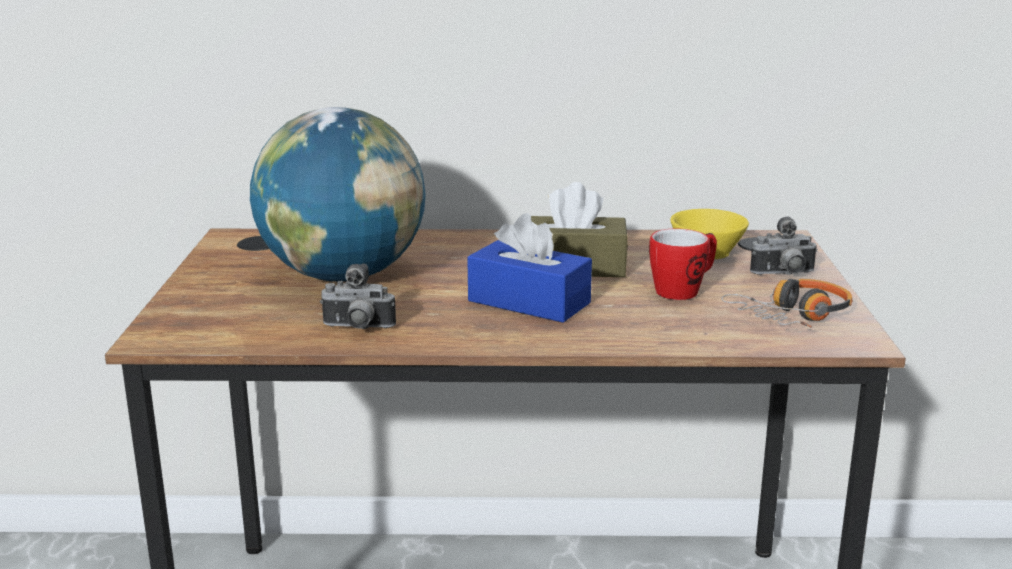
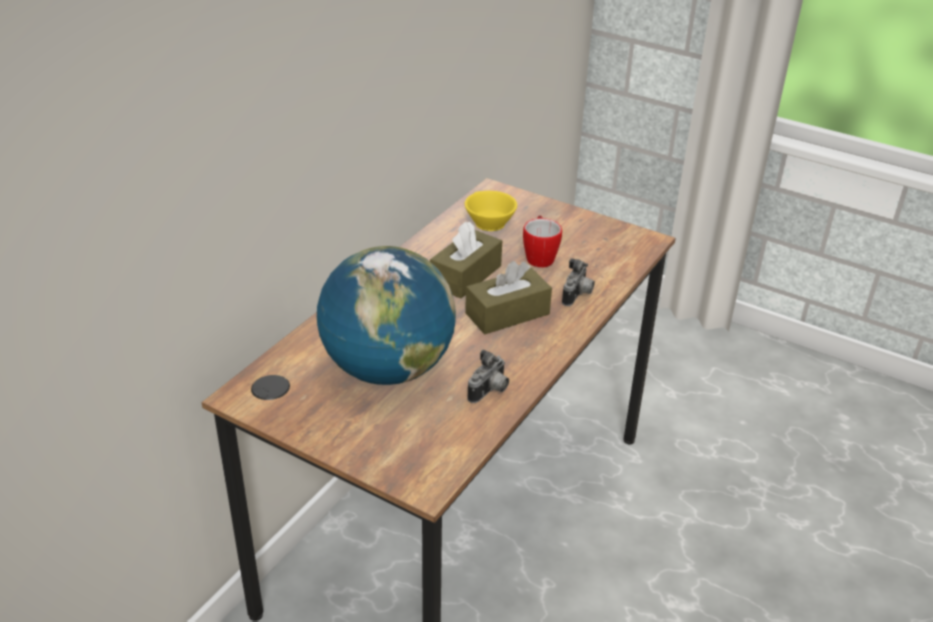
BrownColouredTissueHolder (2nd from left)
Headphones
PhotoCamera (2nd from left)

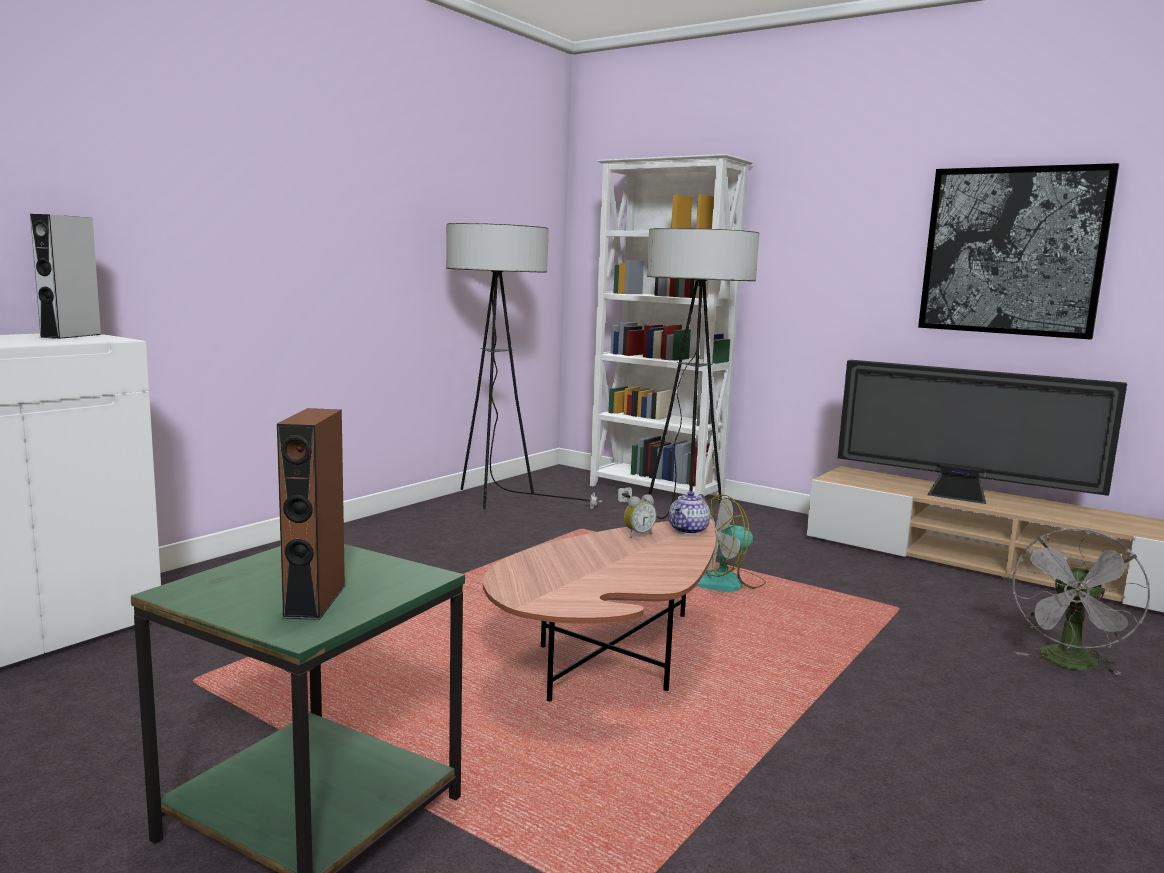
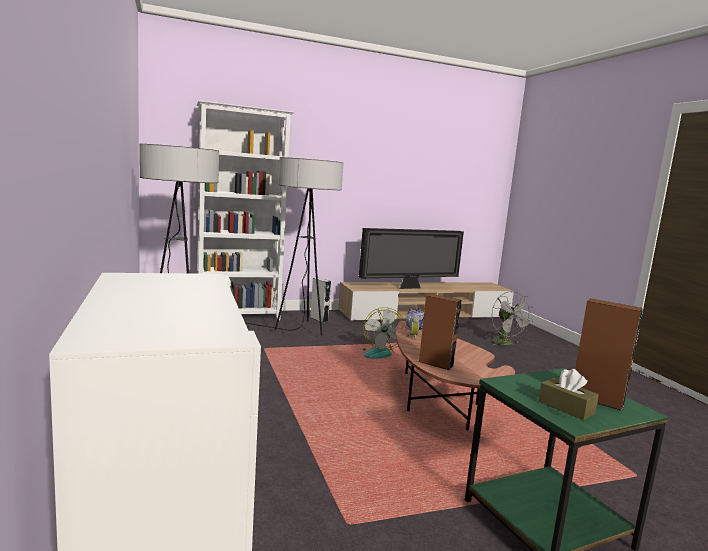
GrayLoudspeaker
WallArt
BrownColouredLoudspeaker (1st from left)
BrownColouredTissueHolder

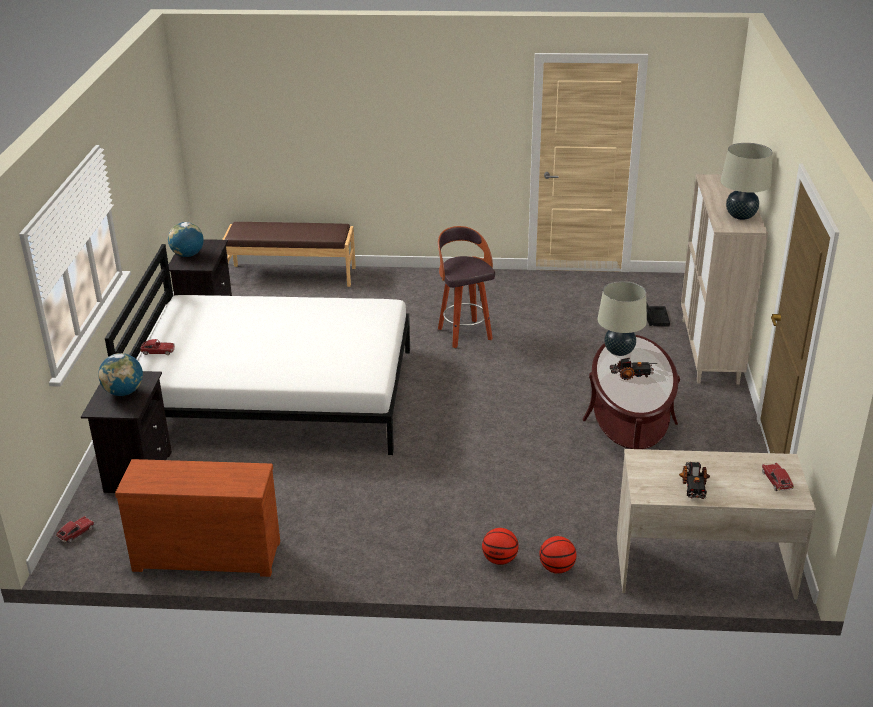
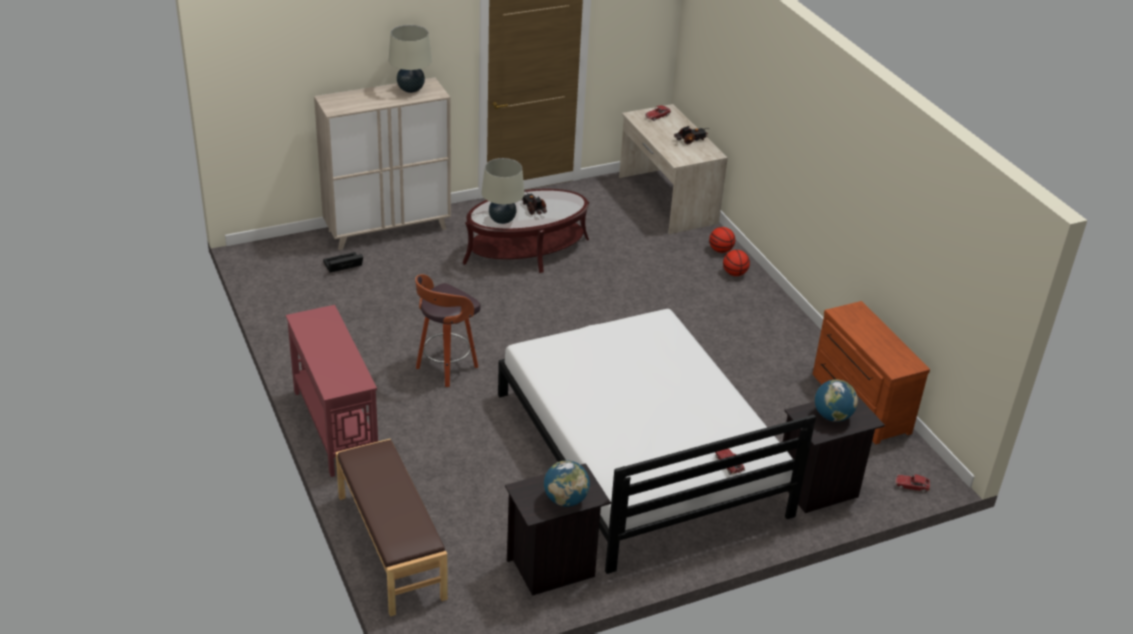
RedColouredHallTable

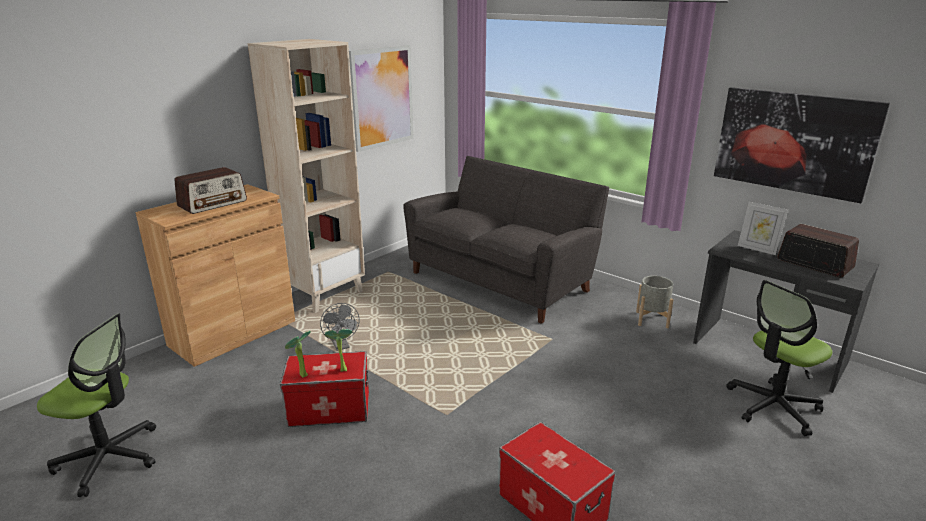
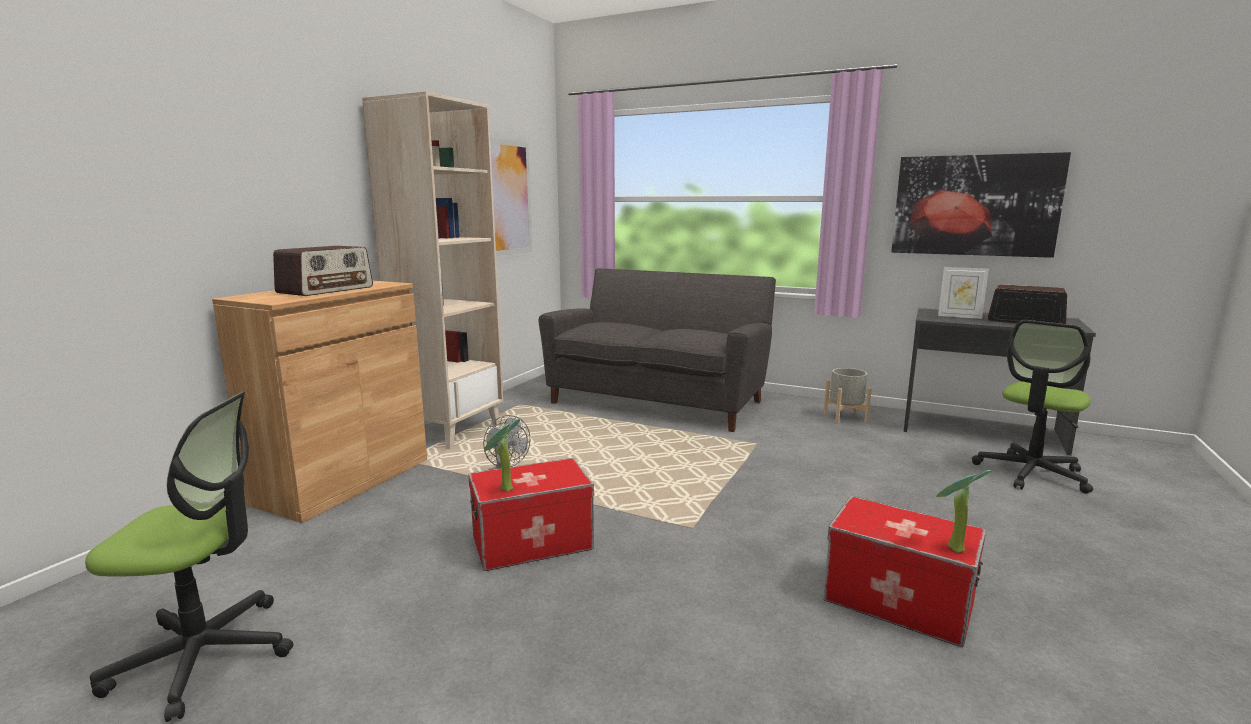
Houseplant (2nd from left)

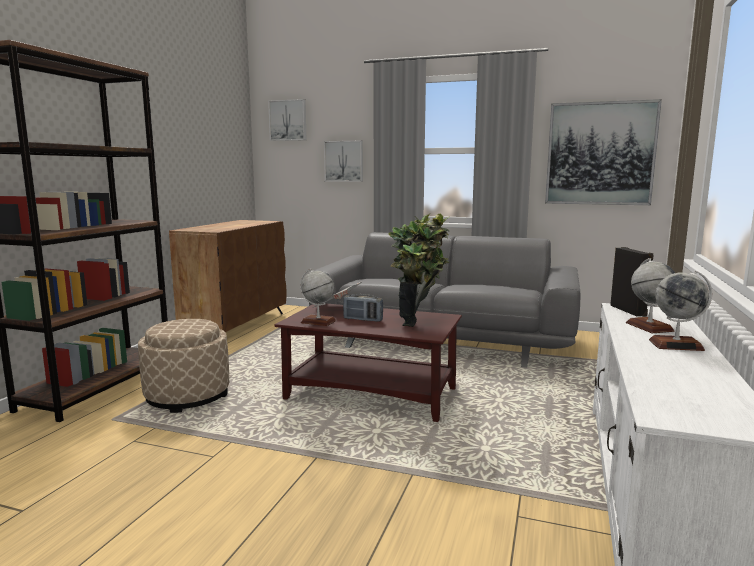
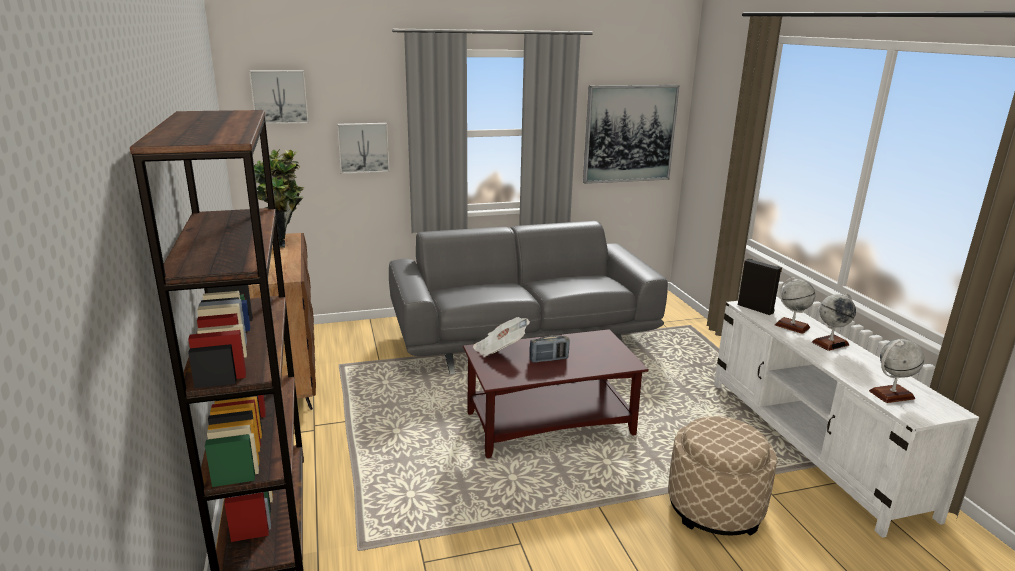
BeigeColouredPouffe
DeskGlobe (3rd from left)
Houseplant

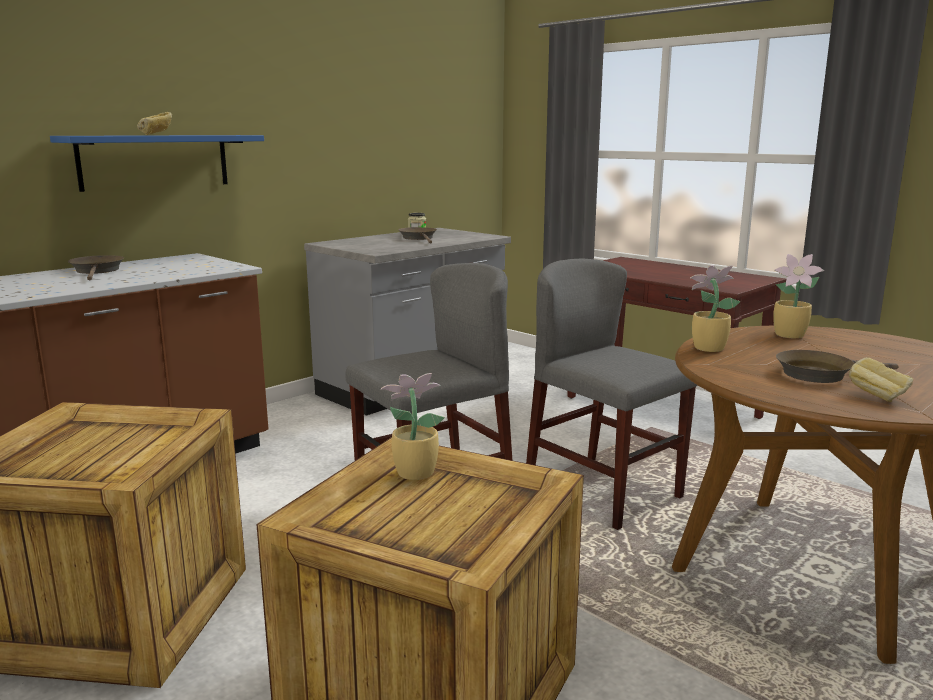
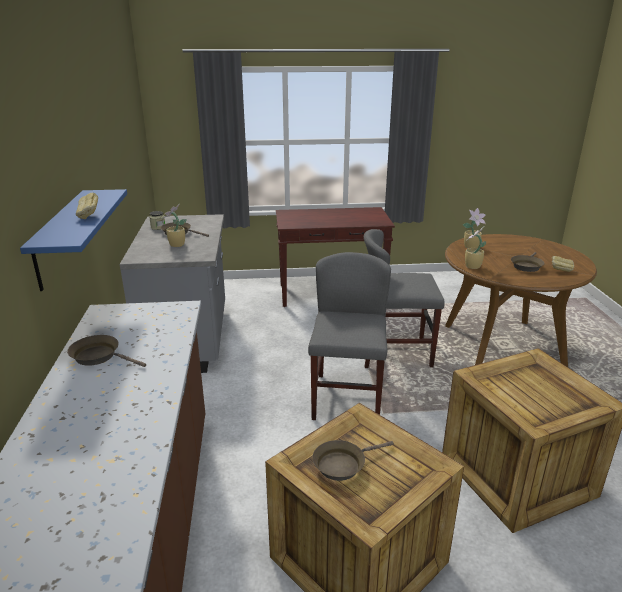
Houseplant (1st from left)
BrownColouredFryingPan (3rd from left)

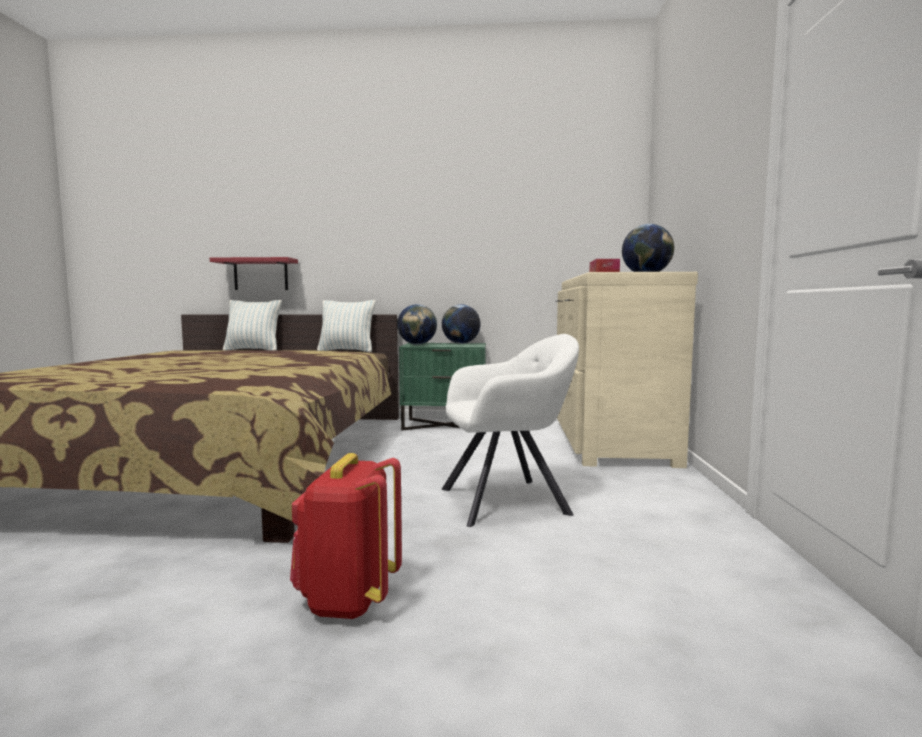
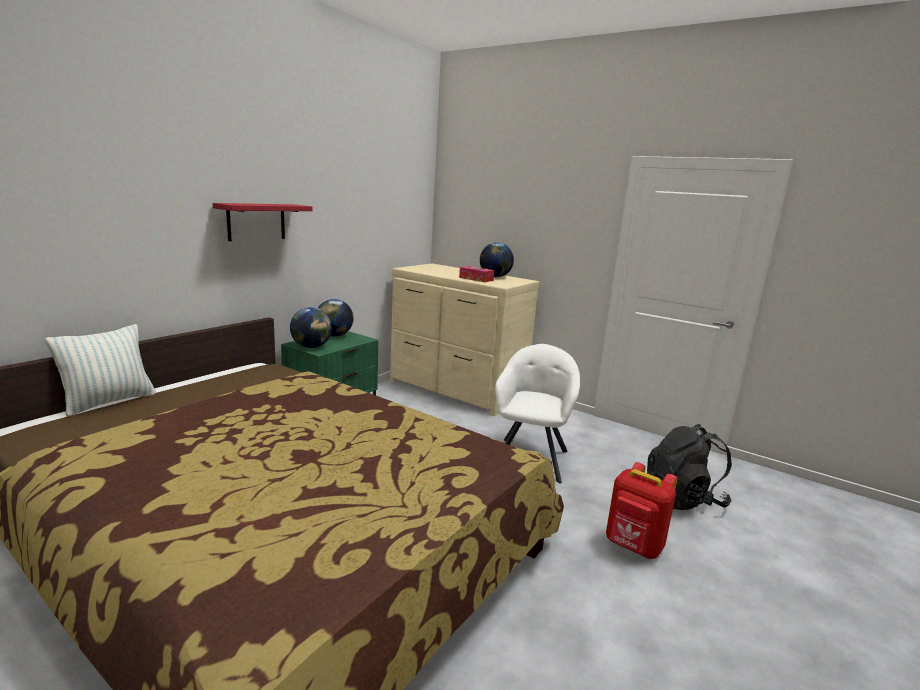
RedColouredShelf
ThrowPillow (2nd from left in the first image)
BlackishRucksack

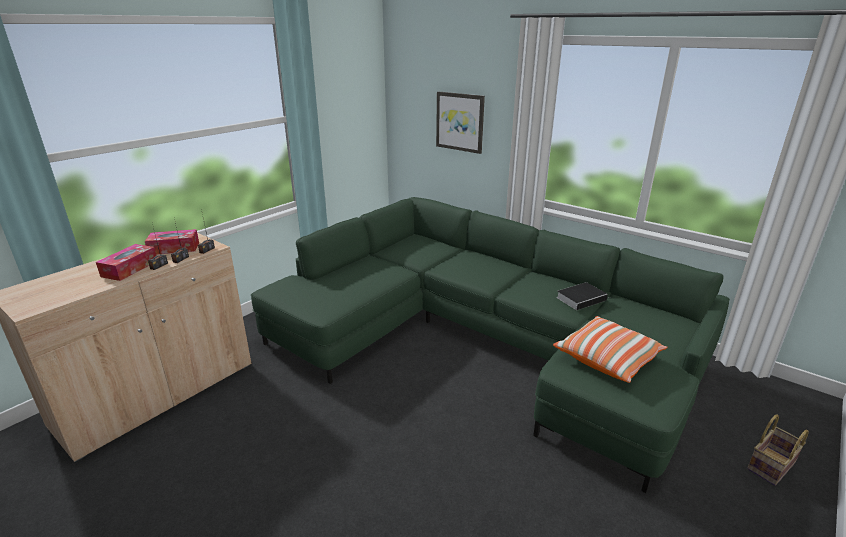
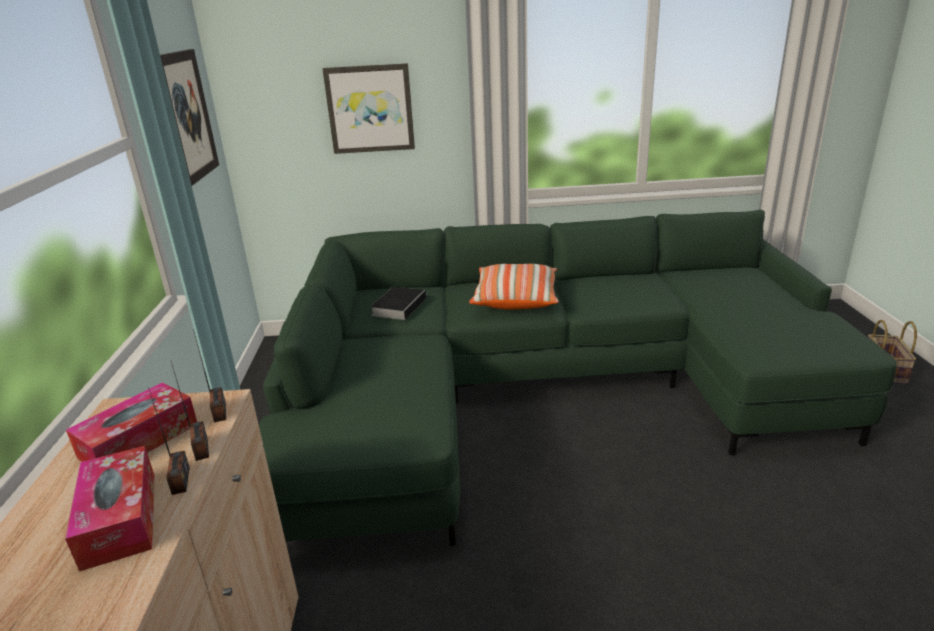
ThrowPillow
Volume
WallArt (1st from left)

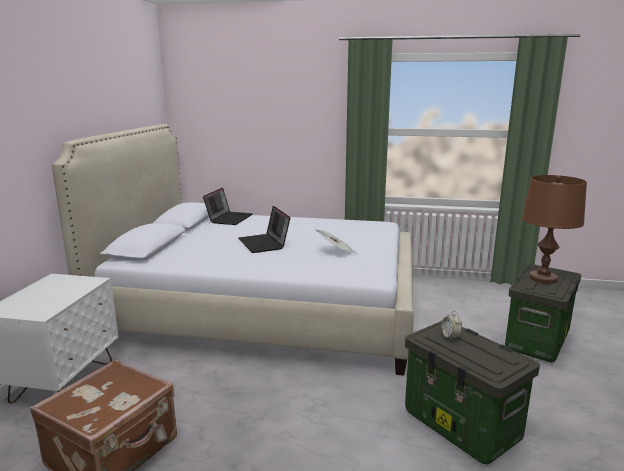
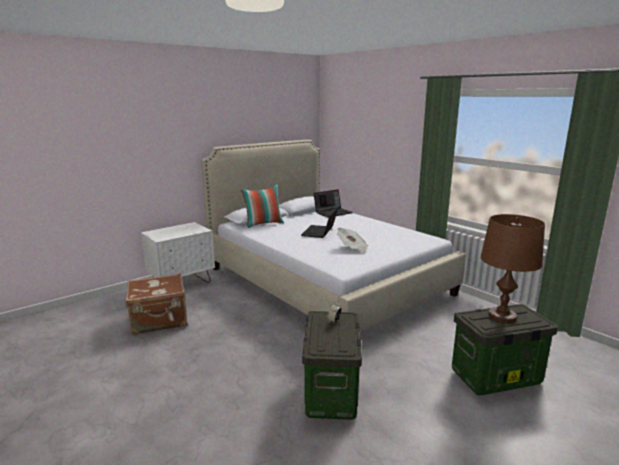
ThrowPillow

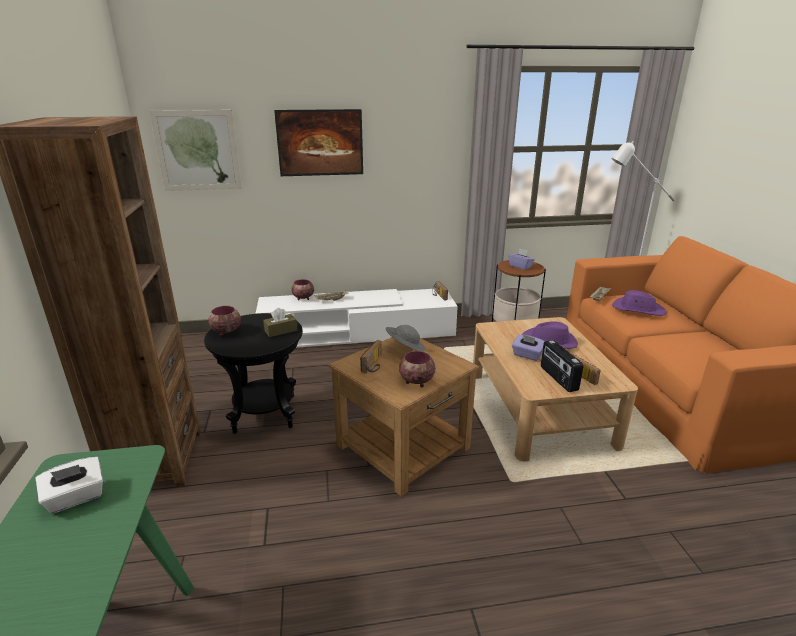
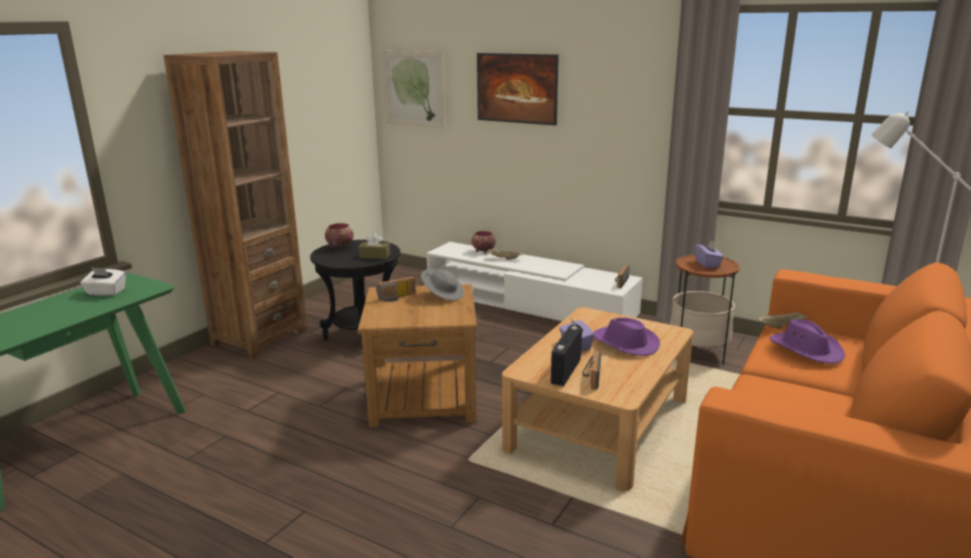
Bowl (3rd from left in the first image)

